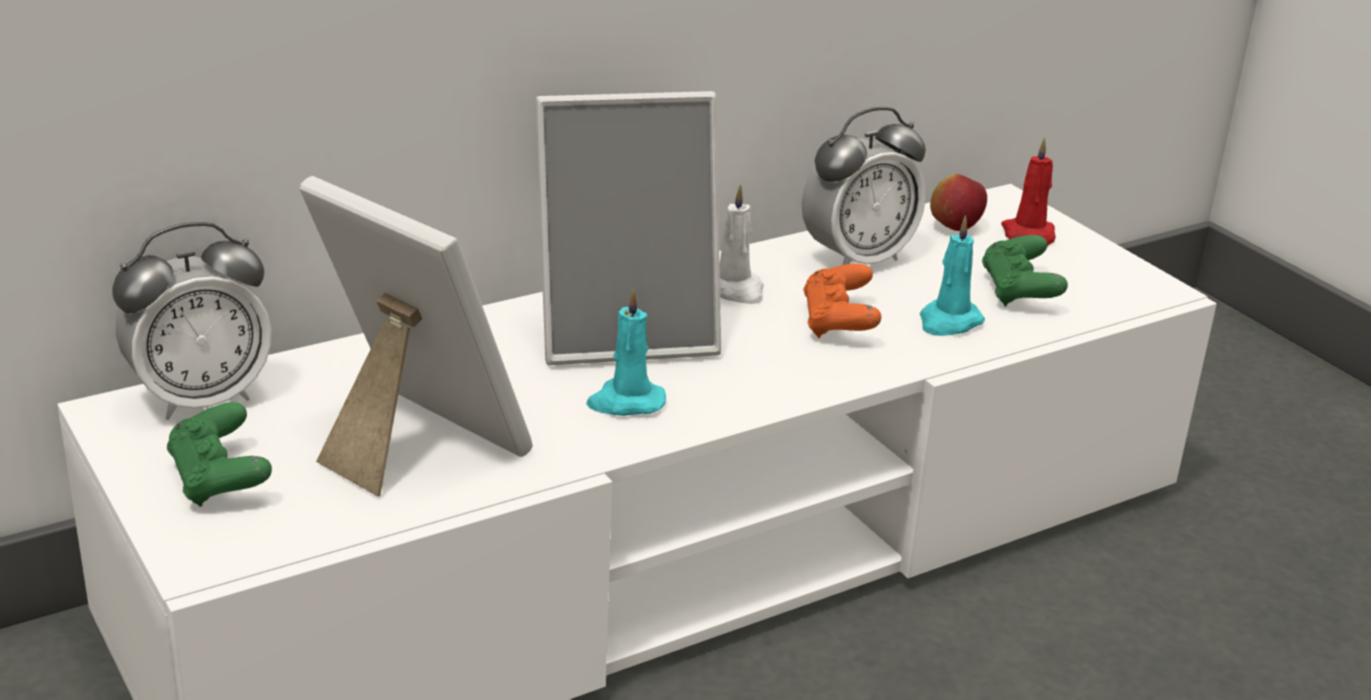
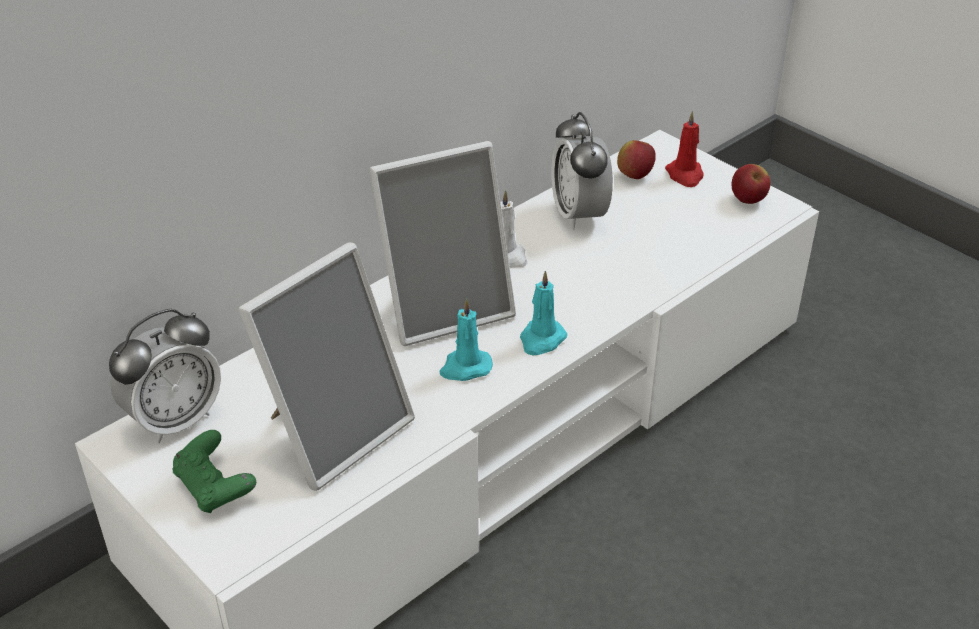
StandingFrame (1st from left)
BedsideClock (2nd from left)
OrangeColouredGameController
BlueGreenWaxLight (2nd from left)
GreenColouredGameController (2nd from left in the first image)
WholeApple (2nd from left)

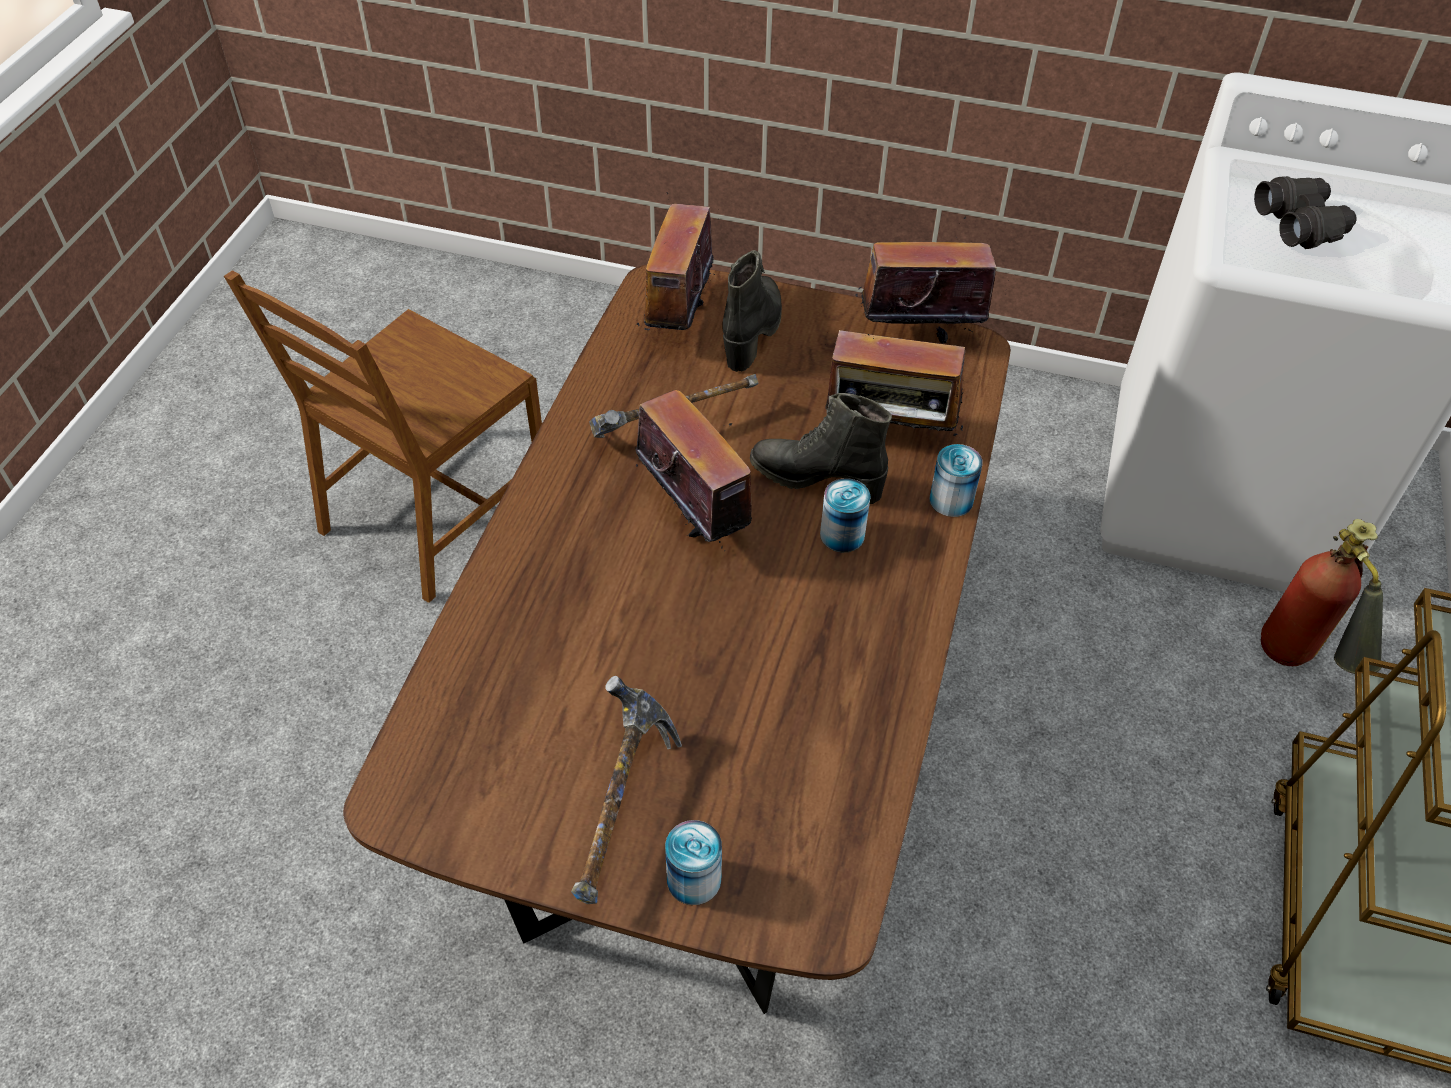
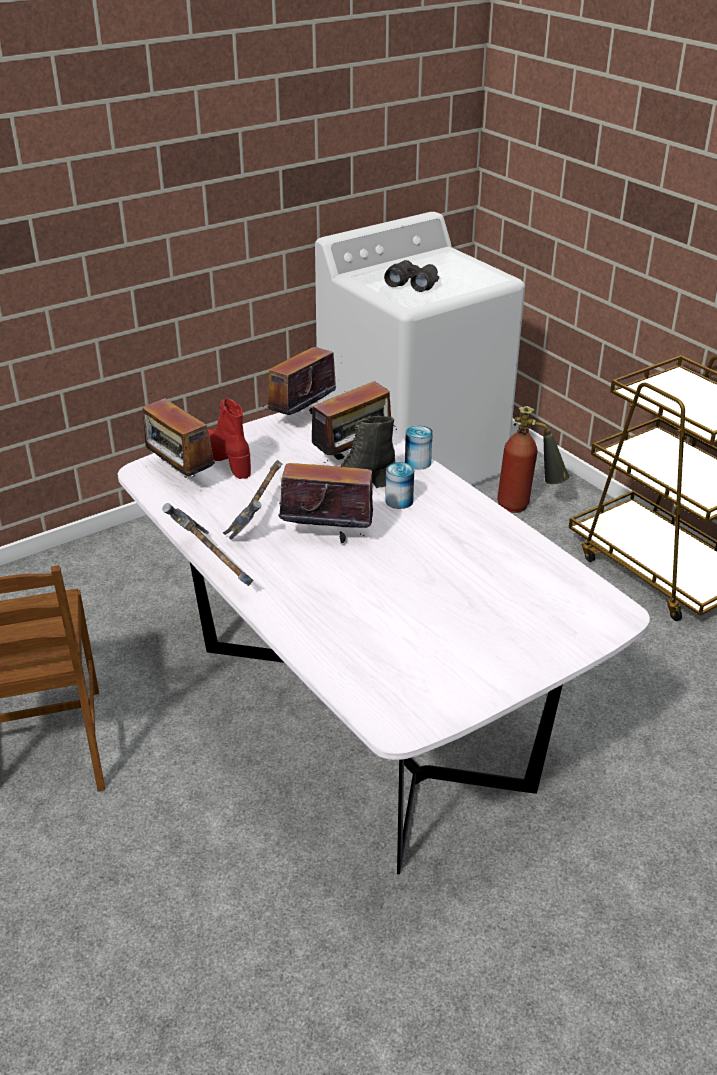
WhitishKitchenTable
ToolHammer (1st from left)
MetalCan (1st from left in the first image)
RedColouredTallBoot

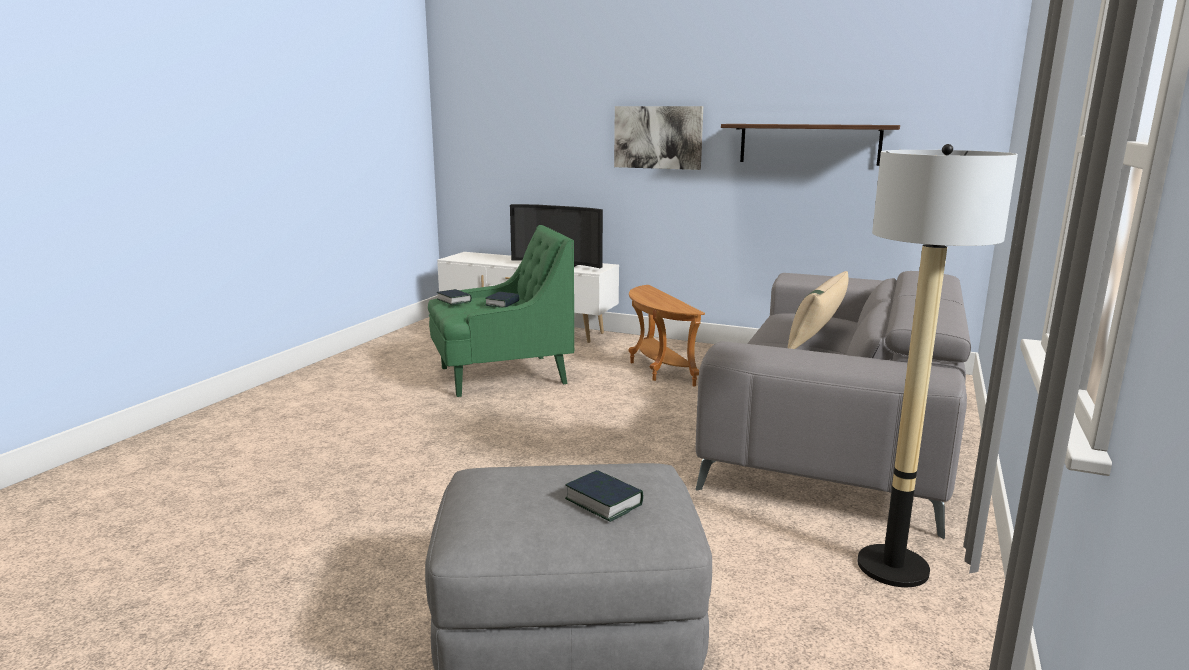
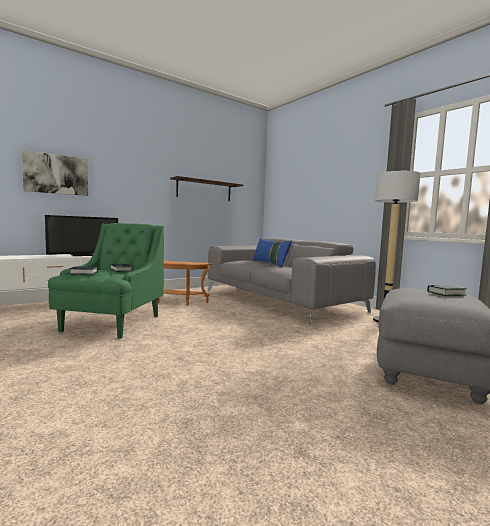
WallArt
BlueColouredThrowPillow

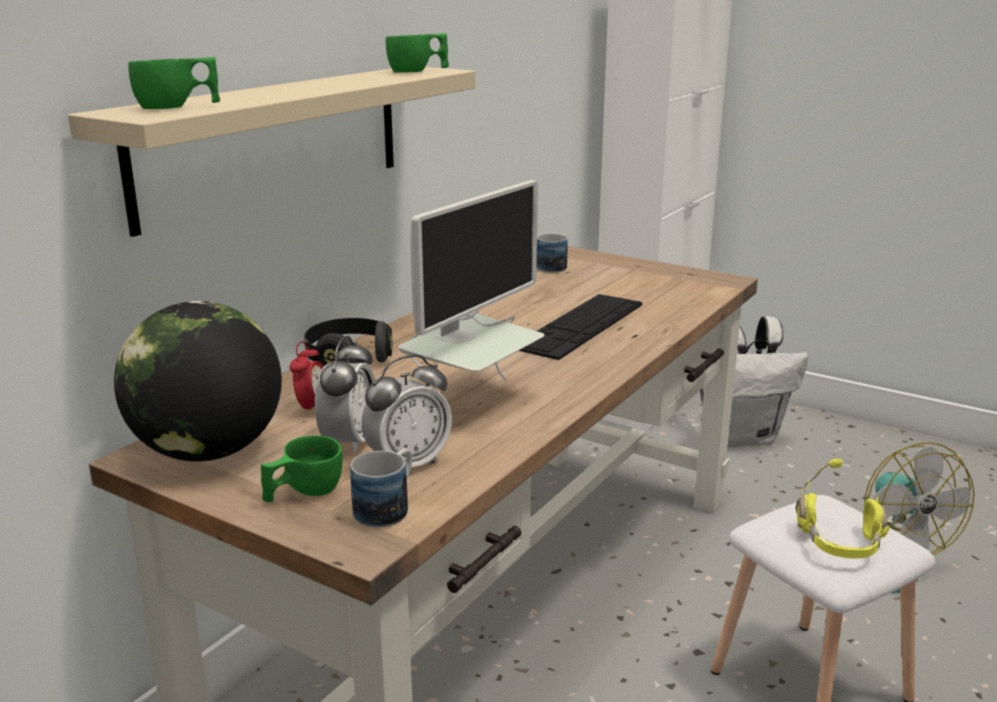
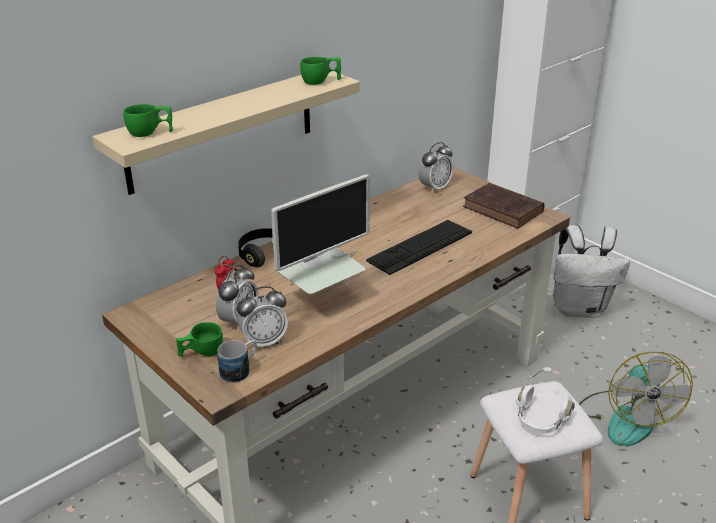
DeskGlobe
BedsideClock (4th from left)
WhitishHeadphones
BrownColouredVolume

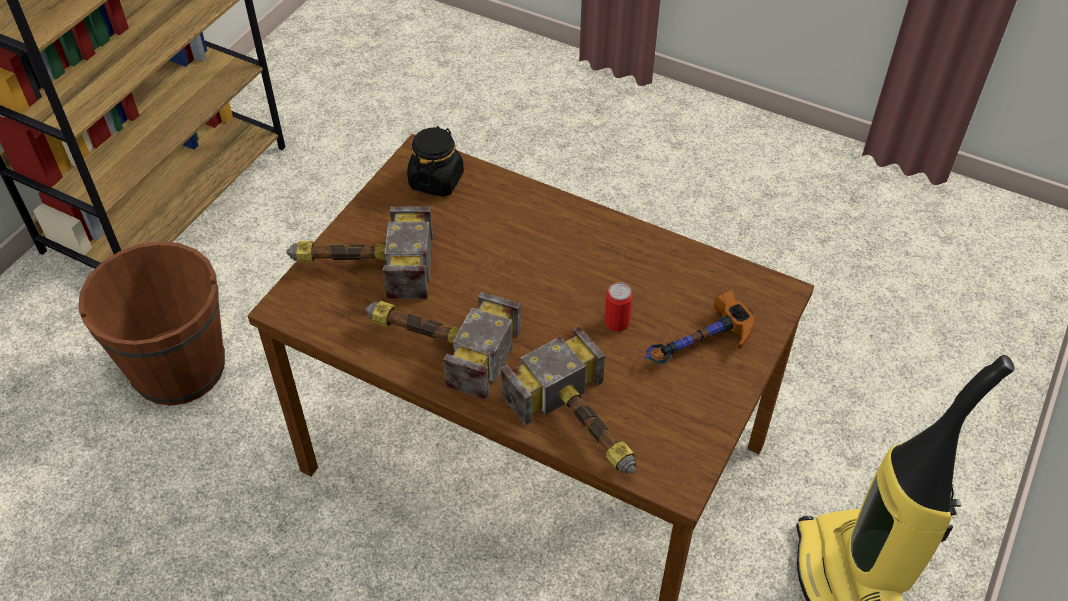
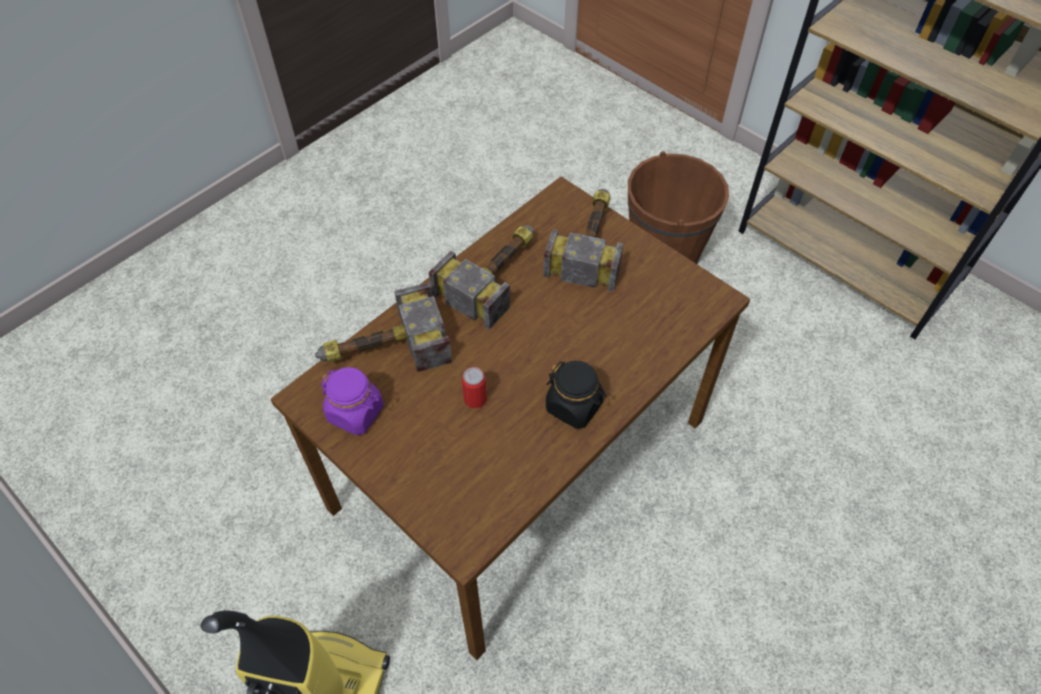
BlackishPreserveJar
ToolHammer (4th from left in the first image)
PurplePreserveJar

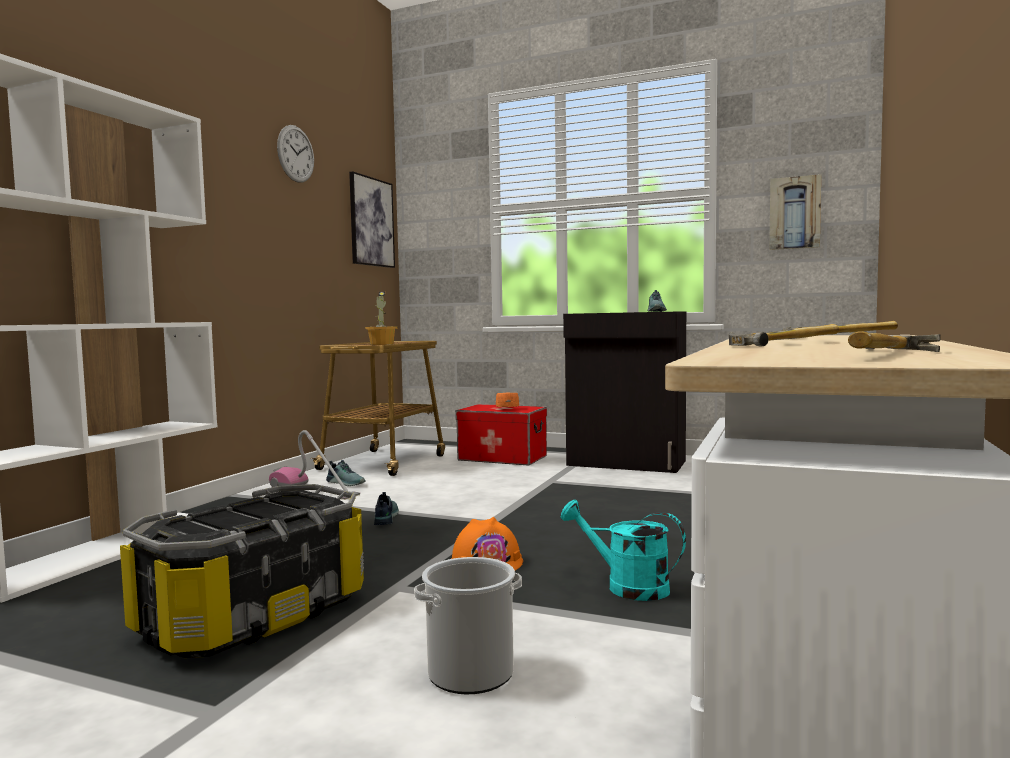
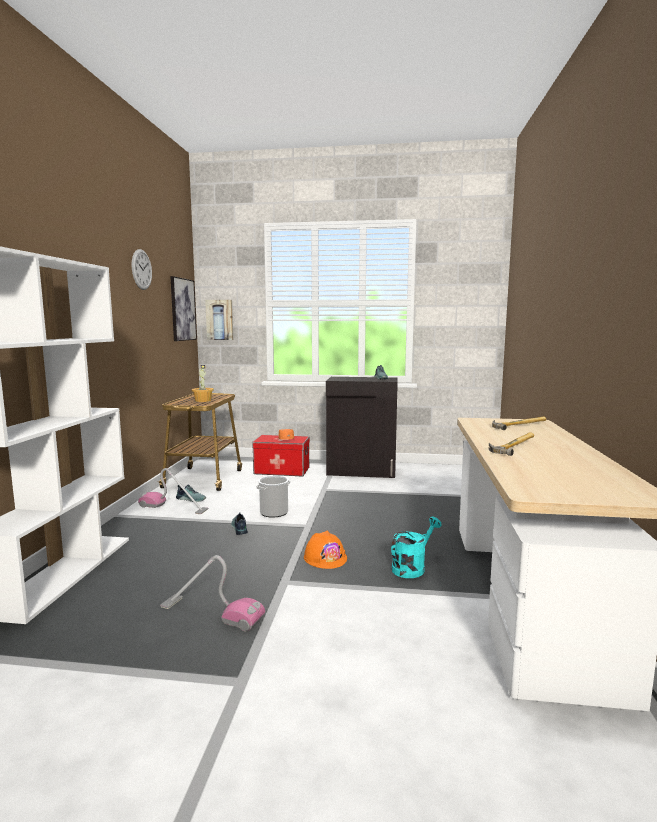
VacuumCleaner (2nd from left)
Pail
BlueGreenWateringPot
WallArt (2nd from left)
ToolHammer (3rd from left in the first image)

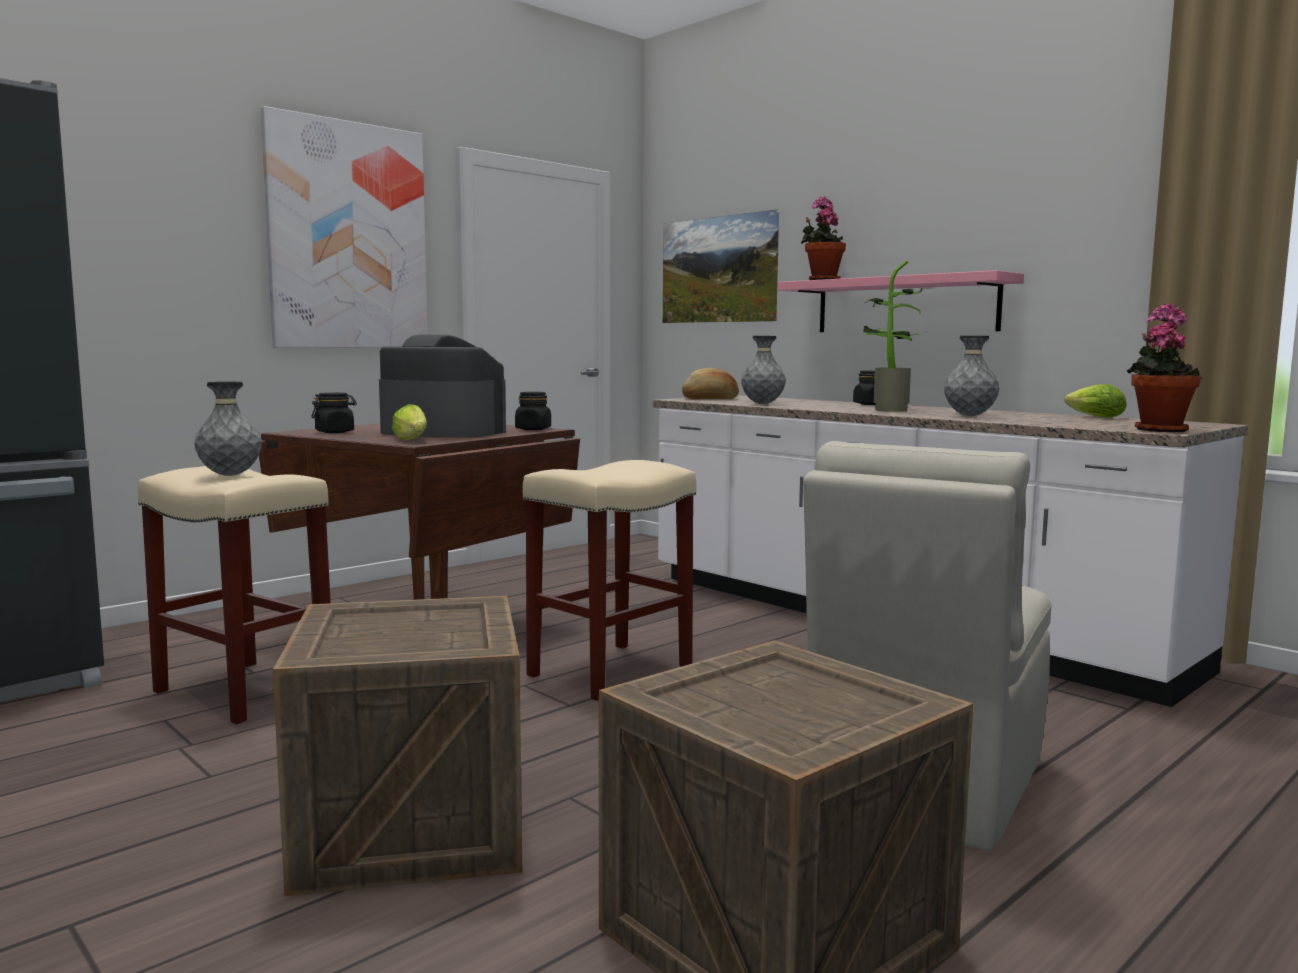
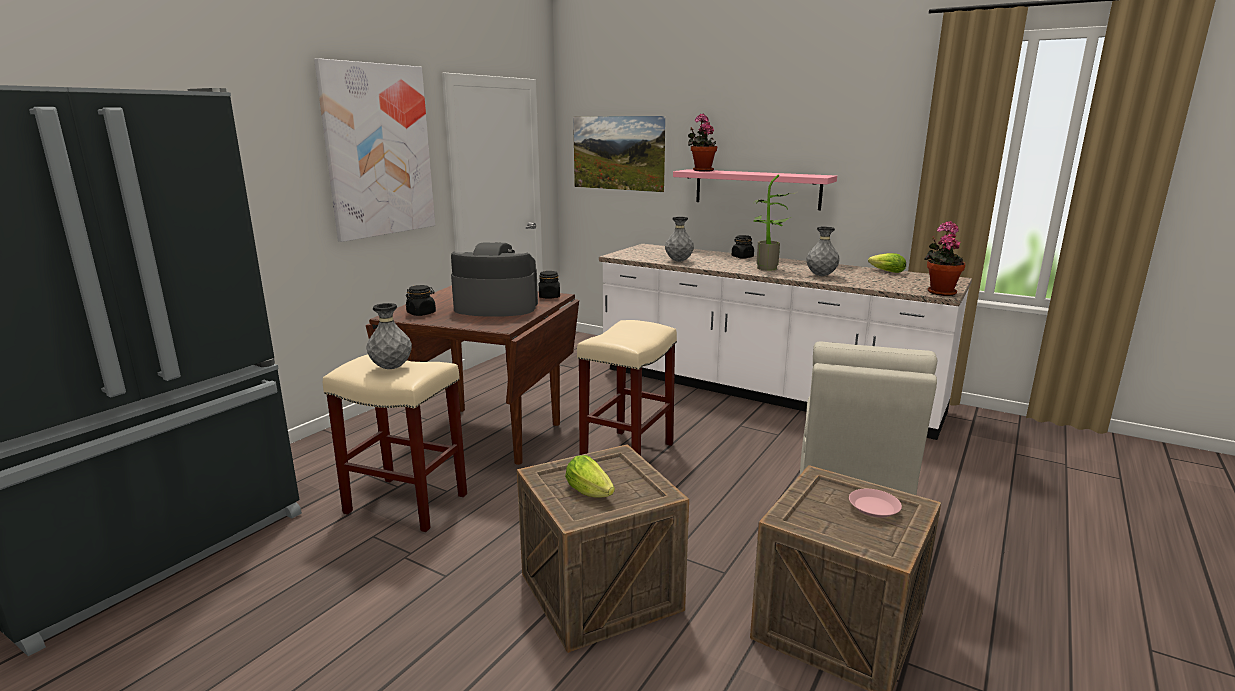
Lettuce (1st from left)
Bread
PinkishPlate

